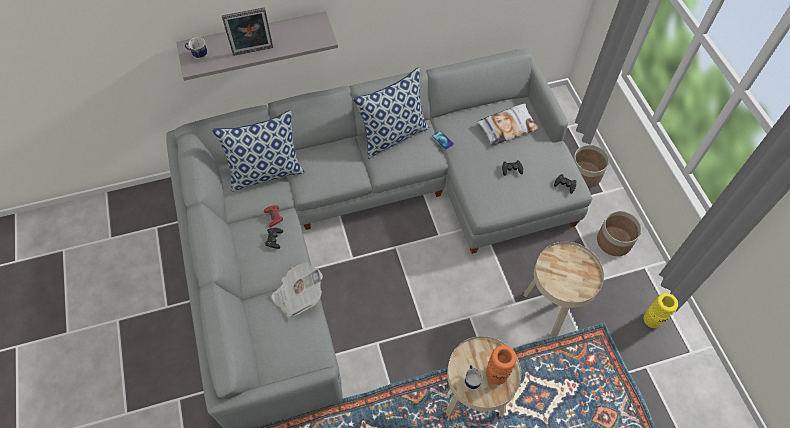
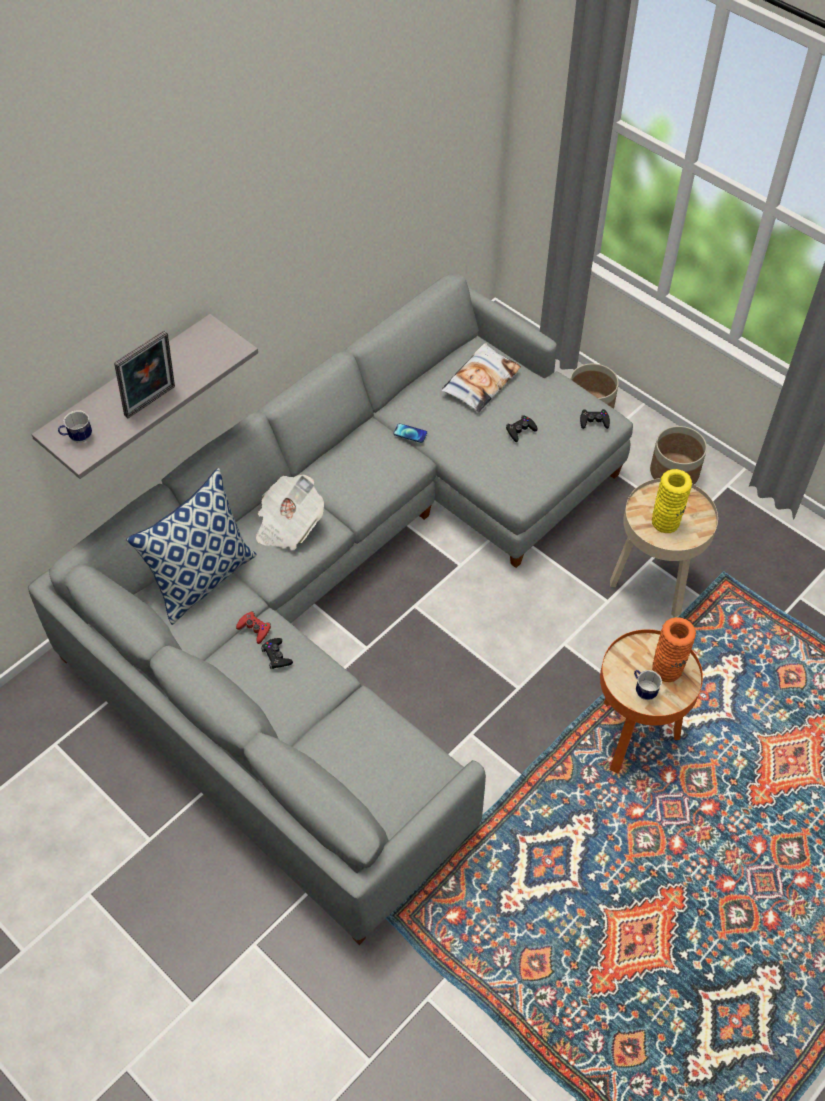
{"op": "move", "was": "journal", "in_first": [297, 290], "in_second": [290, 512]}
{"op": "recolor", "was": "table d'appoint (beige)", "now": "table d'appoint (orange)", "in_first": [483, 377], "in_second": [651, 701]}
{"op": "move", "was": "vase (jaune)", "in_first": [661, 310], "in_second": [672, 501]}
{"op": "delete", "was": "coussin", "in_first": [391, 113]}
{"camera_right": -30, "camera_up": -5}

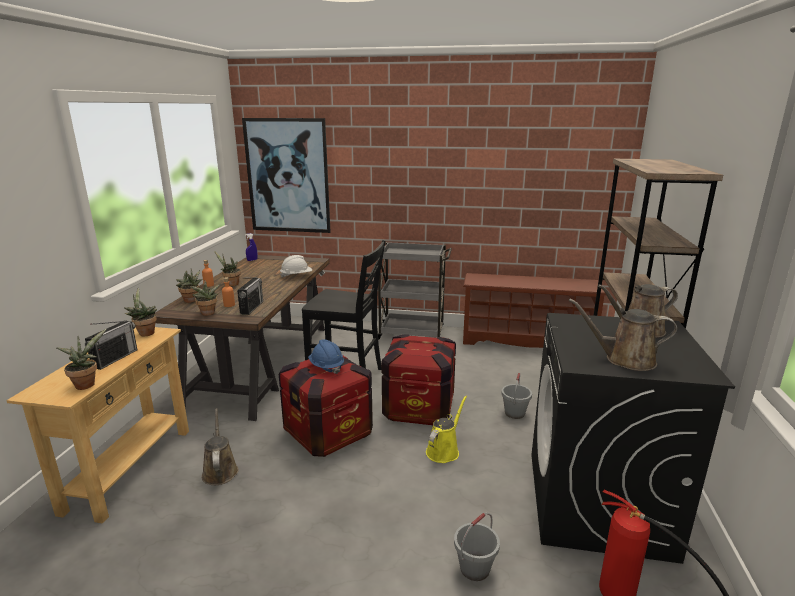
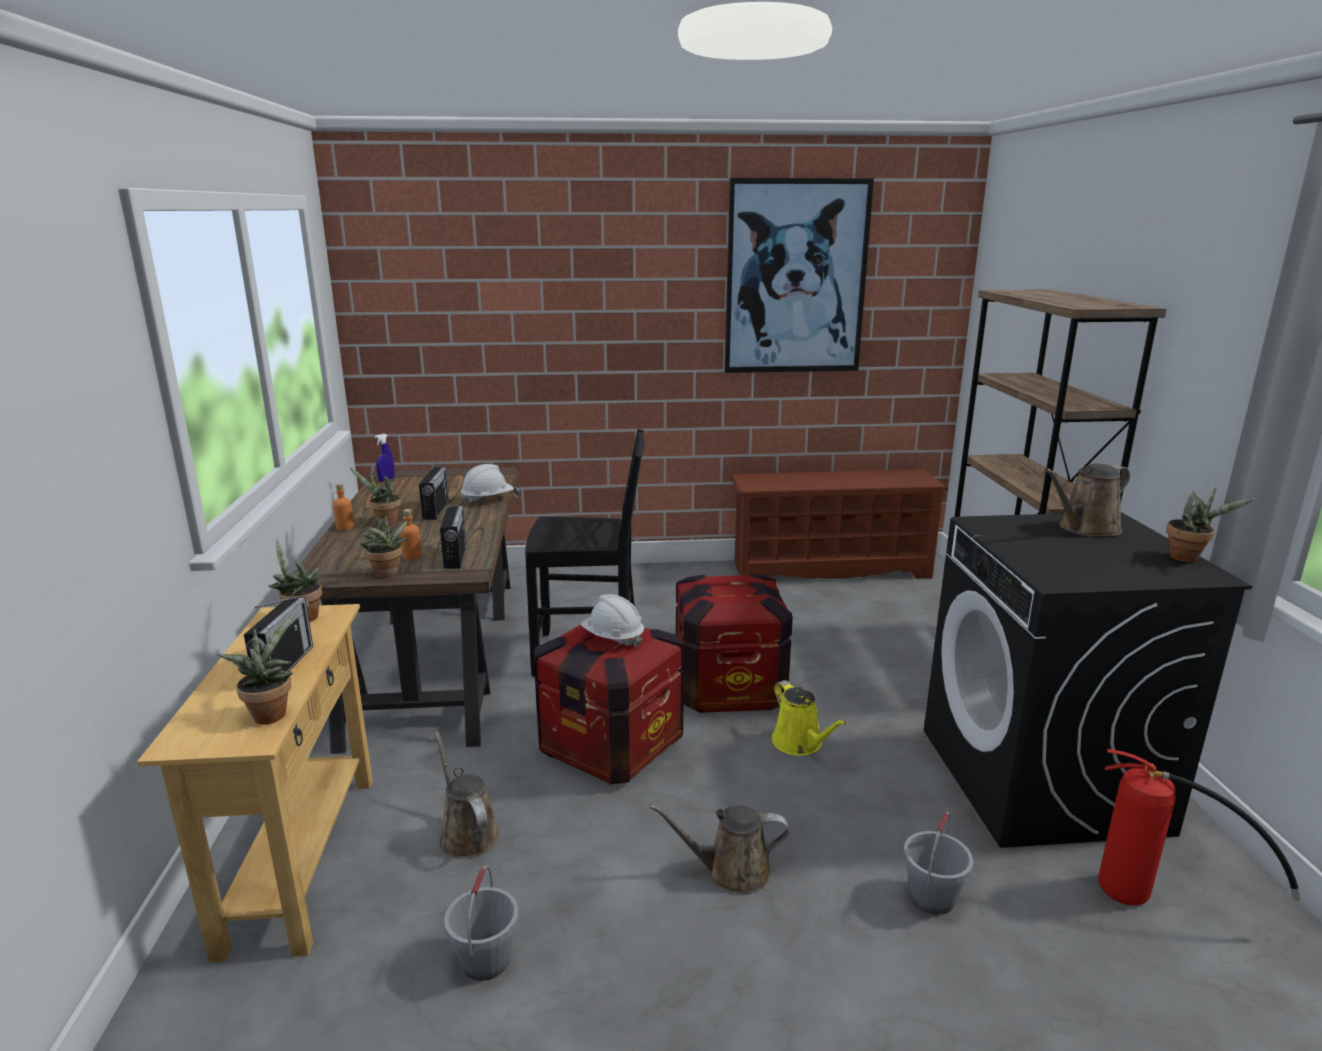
{"op": "insert", "now": "radio", "in_second": [434, 492]}
{"op": "move", "was": "seau (gris)", "in_first": [517, 396], "in_second": [481, 923]}
{"op": "recolor", "was": "casque de chantier (bleu)", "now": "casque de chantier (blanc)", "in_first": [326, 357], "in_second": [612, 620]}
{"op": "move", "was": "arrosoir (marron)", "in_first": [623, 335], "in_second": [719, 849]}
{"op": "move", "was": "tableau", "in_first": [286, 175], "in_second": [799, 275]}
{"op": "rotate", "was": "arrosoir (jaune)", "in_first": [446, 429], "in_second": [809, 718], "clockwise": 135}
{"op": "move", "was": "plante en pot", "in_first": [189, 286], "in_second": [1210, 524]}
{"op": "delete", "was": "chariot (gris)", "in_first": [414, 291]}
{"camera_right": -15, "camera_up": 0}

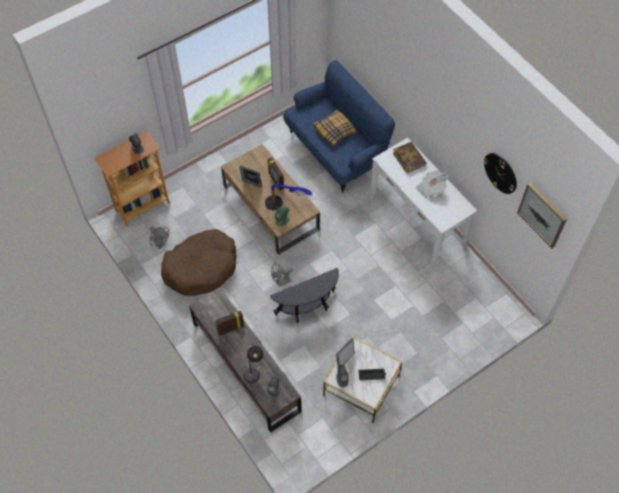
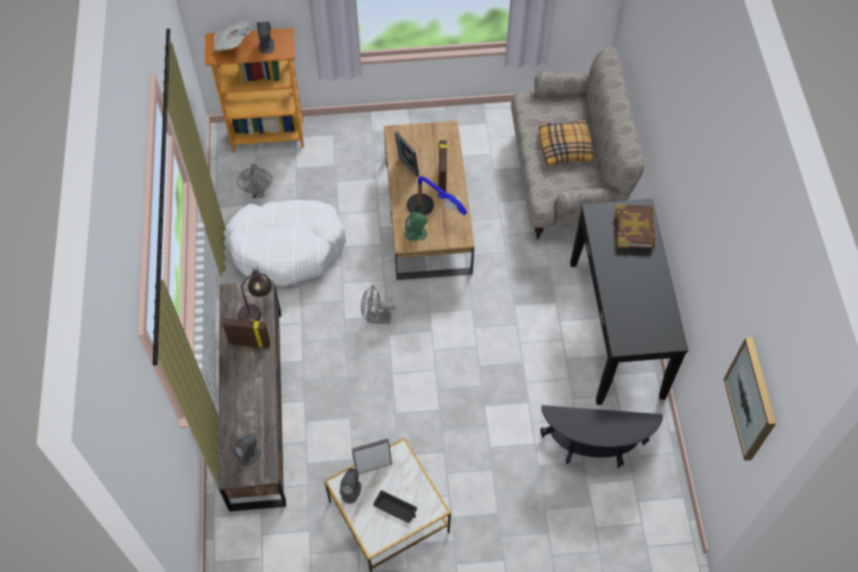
{"op": "move", "was": "journal", "in_first": [432, 184], "in_second": [232, 35]}
{"op": "recolor", "was": "panier pour chien (marron)", "now": "panier pour chien (blanc)", "in_first": [198, 262], "in_second": [285, 243]}
{"op": "move", "was": "lampe de table", "in_first": [254, 363], "in_second": [255, 294]}
{"op": "recolor", "was": "canapé (bleu)", "now": "canapé (beige)", "in_first": [339, 126], "in_second": [577, 143]}
{"op": "move", "was": "table d'appoint (noir)", "in_first": [304, 295], "in_second": [601, 436]}
{"op": "recolor", "was": "table console (blanc)", "now": "table console (noir)", "in_first": [423, 203], "in_second": [629, 302]}
{"op": "delete", "was": "horloge murale", "in_first": [500, 173]}
{"camera_right": 30, "camera_up": 0}

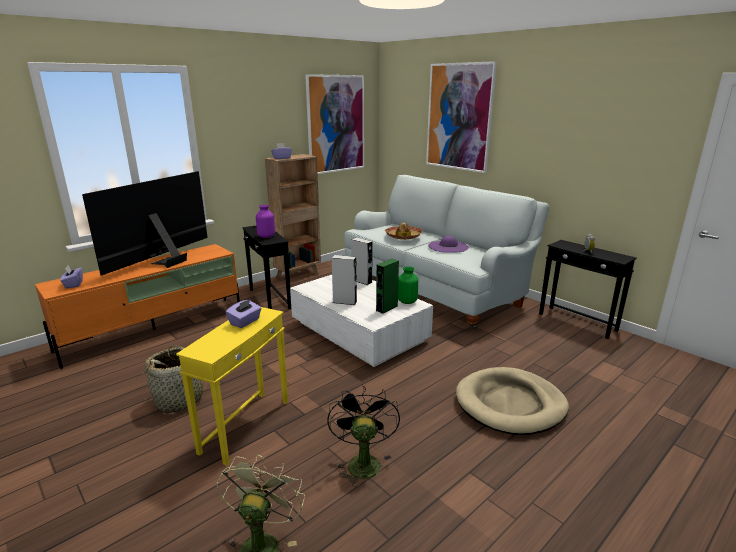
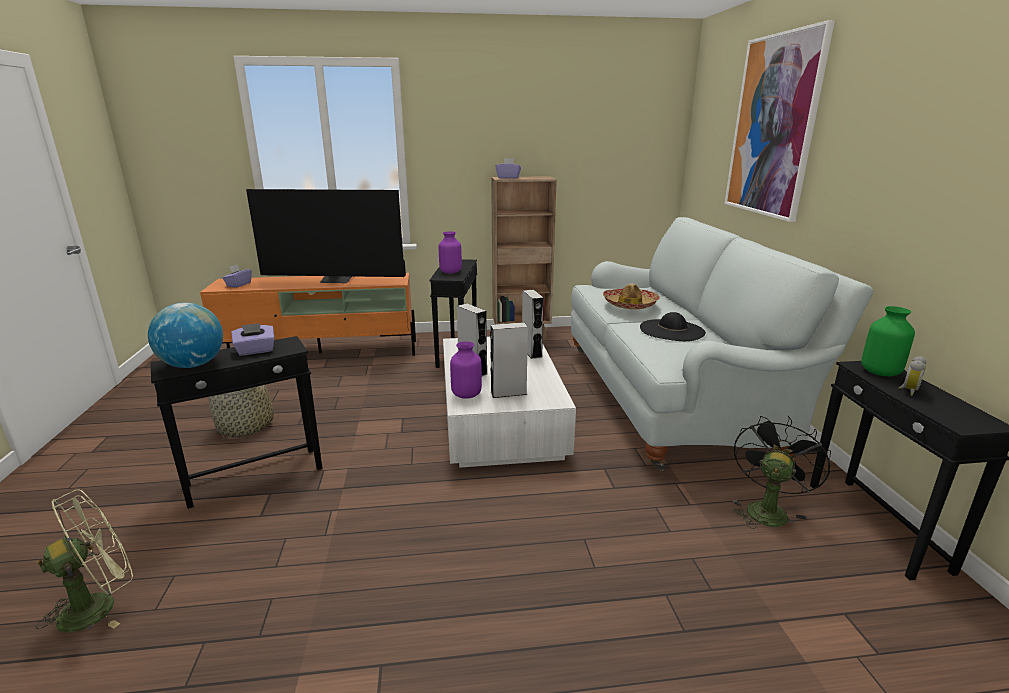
{"op": "insert", "now": "globe", "in_second": [185, 335]}
{"op": "recolor", "was": "table d'appoint (jaune)", "now": "table d'appoint (noir)", "in_first": [232, 386], "in_second": [236, 422]}
{"op": "rotate", "was": "téléviseur", "in_first": [145, 223], "in_second": [326, 236], "clockwise": -150}
{"op": "insert", "now": "vase (violet)", "in_second": [466, 370]}
{"op": "recolor", "was": "enceinte (vert)", "now": "enceinte (gris)", "in_first": [387, 286], "in_second": [509, 360]}
{"op": "recolor", "was": "chapeau (violet)", "now": "chapeau (noir)", "in_first": [448, 244], "in_second": [673, 326]}
{"op": "move", "was": "ventilateur (noir)", "in_first": [363, 436], "in_second": [782, 472]}
{"op": "move", "was": "vase (vert)", "in_first": [408, 285], "in_second": [888, 341]}
{"op": "delete", "was": "tableau", "in_first": [334, 124]}
{"op": "delete", "was": "panier pour chien (beige)", "in_first": [512, 401]}
{"camera_right": 35, "camera_up": 0}

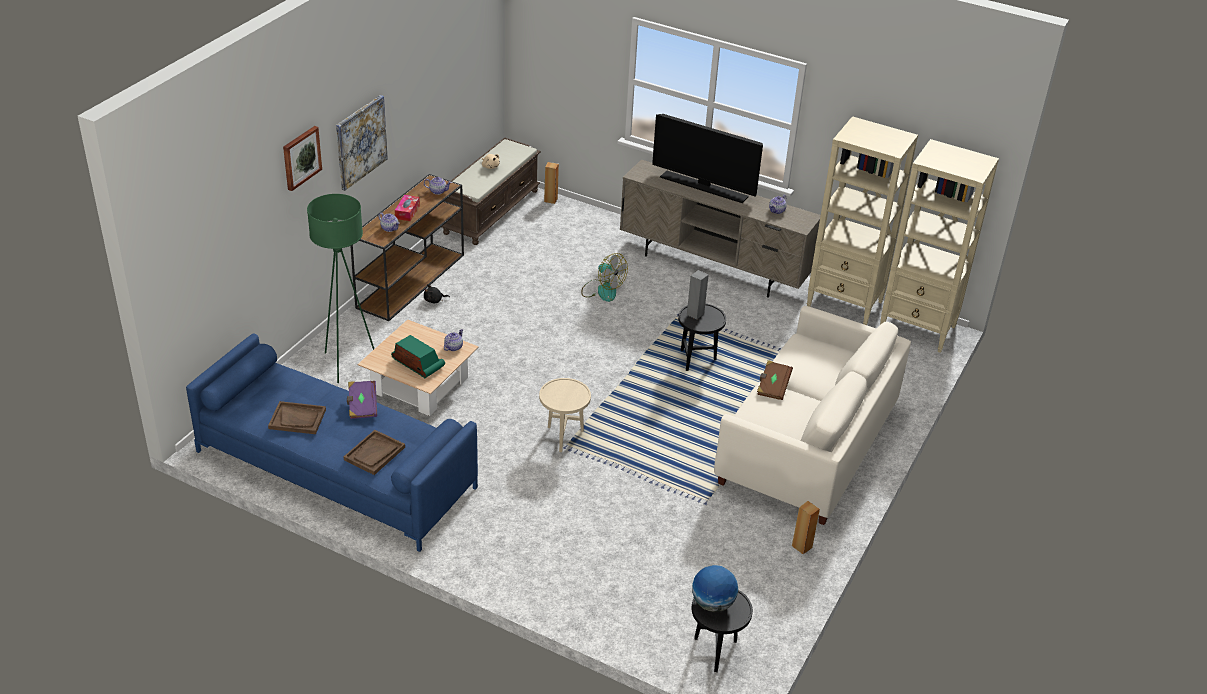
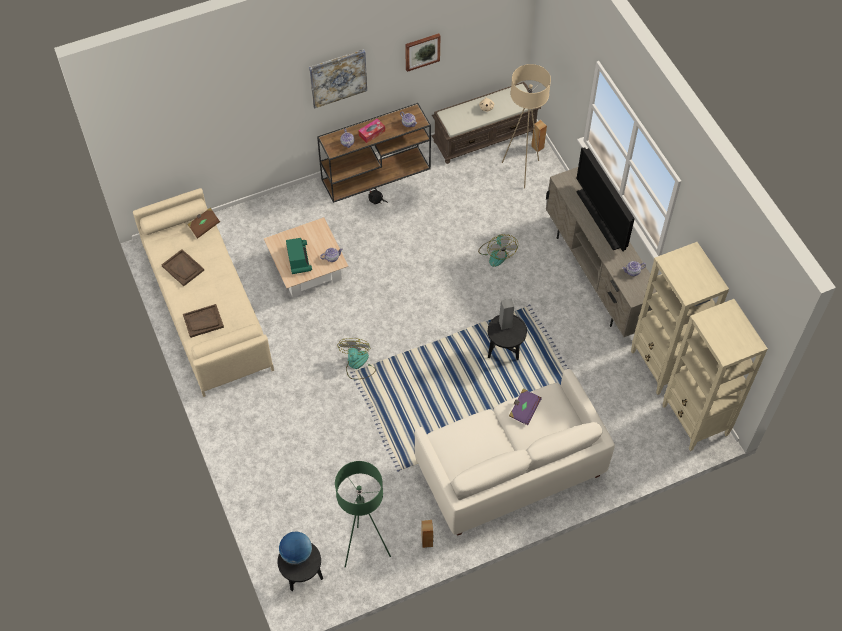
{"op": "recolor", "was": "canapé (bleu)", "now": "canapé (beige)", "in_first": [332, 442], "in_second": [203, 292]}
{"op": "move", "was": "livre (marron)", "in_first": [775, 380], "in_second": [203, 223]}
{"op": "move", "was": "lampadaire (vert)", "in_first": [340, 288], "in_second": [363, 514]}
{"op": "replace", "was": "table d'appoint (beige)", "now": "ventilateur", "in_first": [565, 415], "in_second": [356, 359]}
{"op": "move", "was": "tableau", "in_first": [302, 158], "in_second": [422, 52]}
{"op": "insert", "now": "lampadaire (beige)", "in_second": [526, 126]}
{"op": "move", "was": "livre (violet)", "in_first": [362, 400], "in_second": [525, 406]}
{"camera_right": 40, "camera_up": 20}

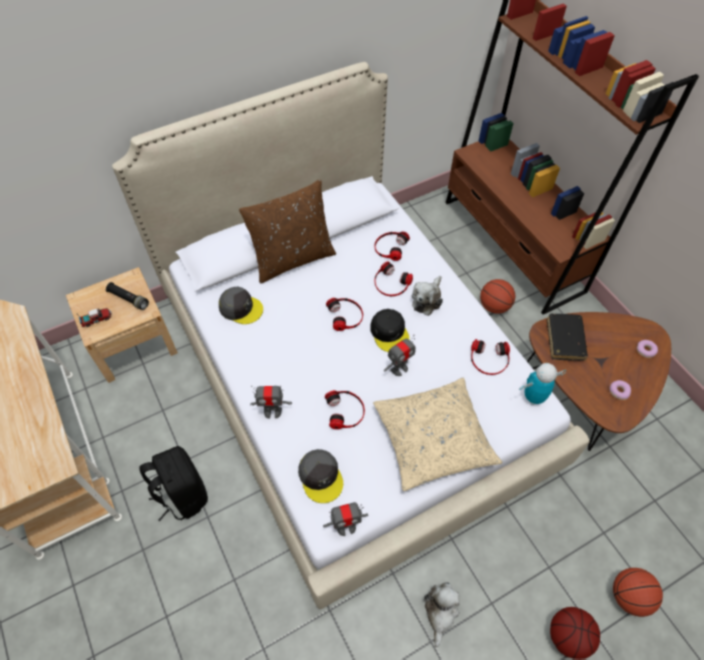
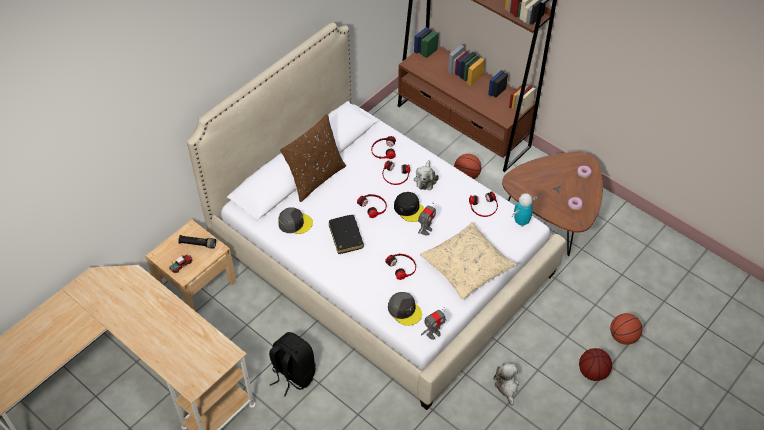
{"op": "move", "was": "livre (noir)", "in_first": [567, 337], "in_second": [346, 234]}
{"op": "delete", "was": "robot jouet", "in_first": [271, 402]}
{"camera_right": -20, "camera_up": -5}

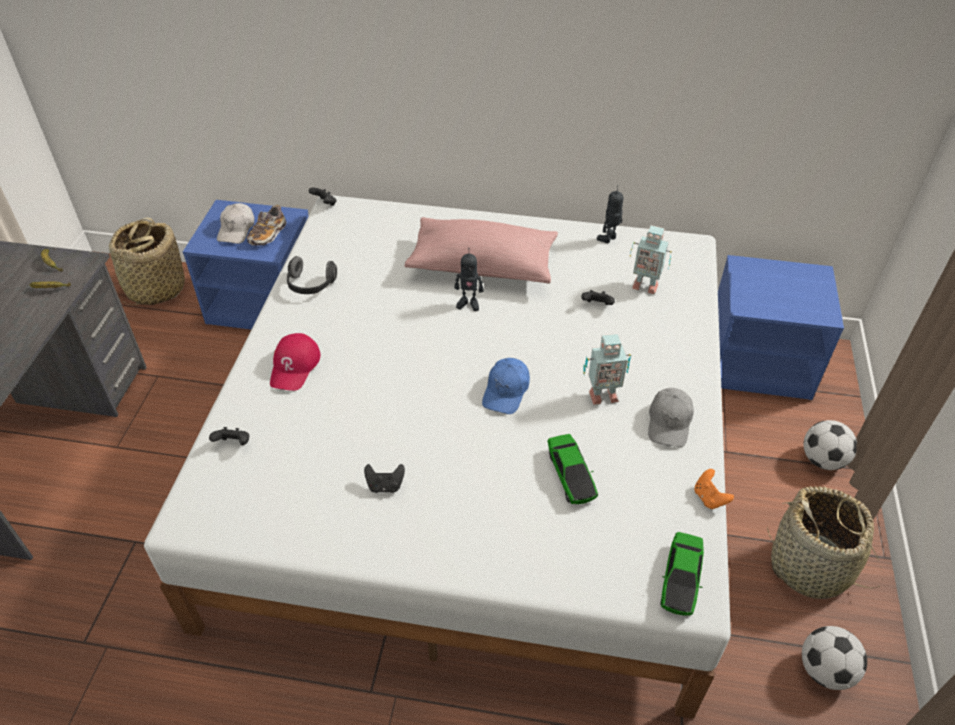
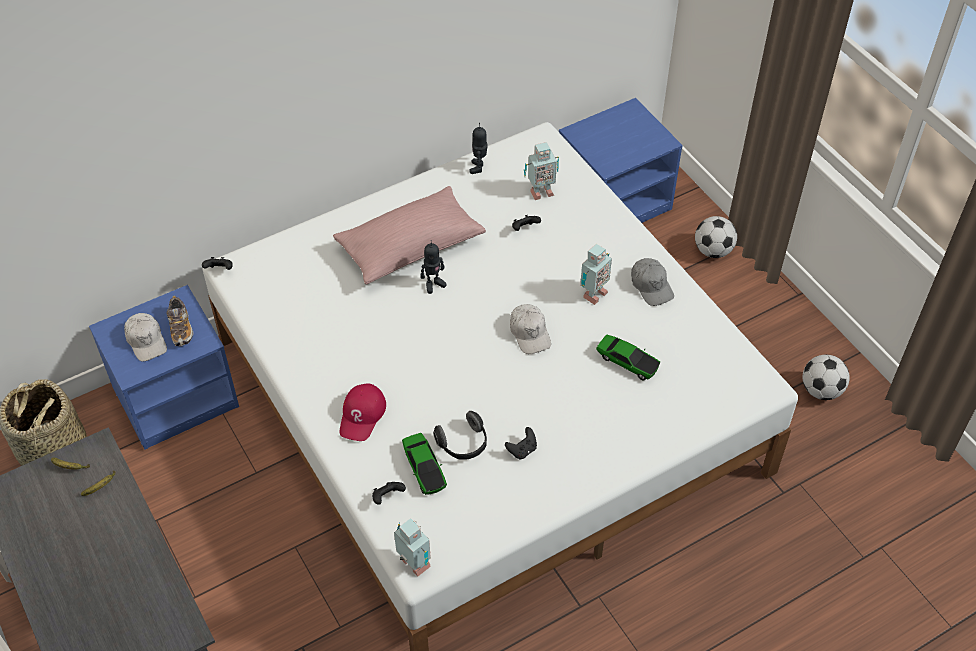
{"op": "rotate", "was": "casquette (rouge)", "in_first": [295, 362], "in_second": [363, 412], "clockwise": 45}
{"op": "insert", "now": "robot jouet", "in_second": [412, 547]}
{"op": "move", "was": "petite voiture", "in_first": [682, 573], "in_second": [424, 464]}
{"op": "move", "was": "casque audio", "in_first": [312, 275], "in_second": [460, 435]}
{"op": "recolor", "was": "casquette (bleu)", "now": "casquette (blanc)", "in_first": [506, 386], "in_second": [530, 329]}
{"op": "delete", "was": "manette (orange)", "in_first": [714, 489]}
{"op": "delete", "was": "panier", "in_first": [825, 542]}
{"camera_right": -40, "camera_up": 5}

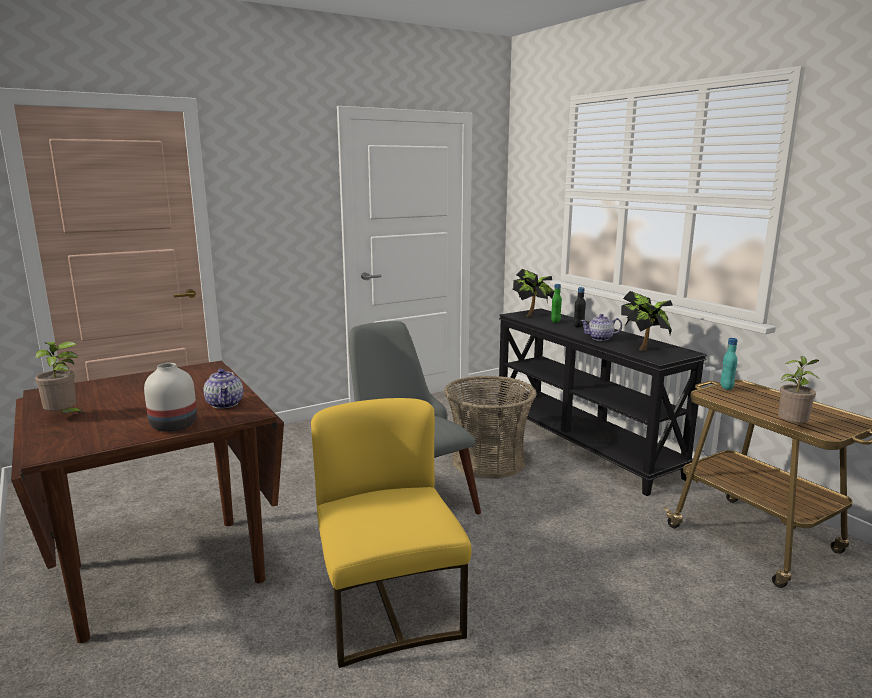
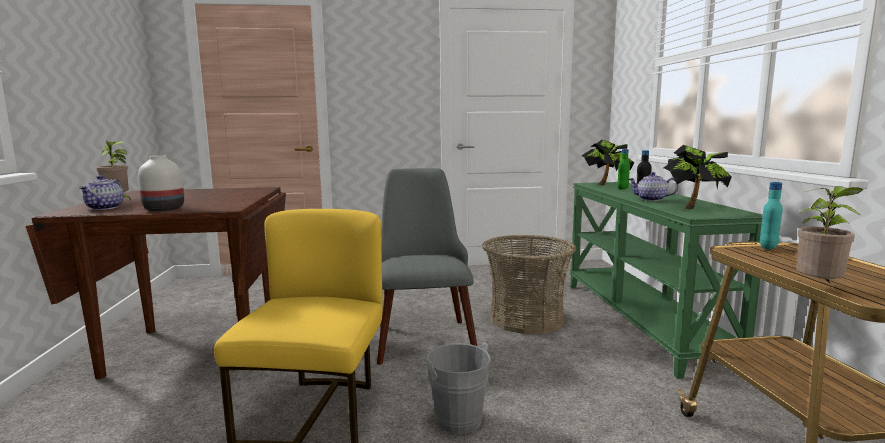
{"op": "move", "was": "théière", "in_first": [223, 389], "in_second": [101, 192]}
{"op": "insert", "now": "seau (gris)", "in_second": [455, 388]}
{"op": "recolor", "was": "table console (noir)", "now": "table console (vert)", "in_first": [602, 402], "in_second": [666, 280]}
{"camera_right": 25, "camera_up": -5}

